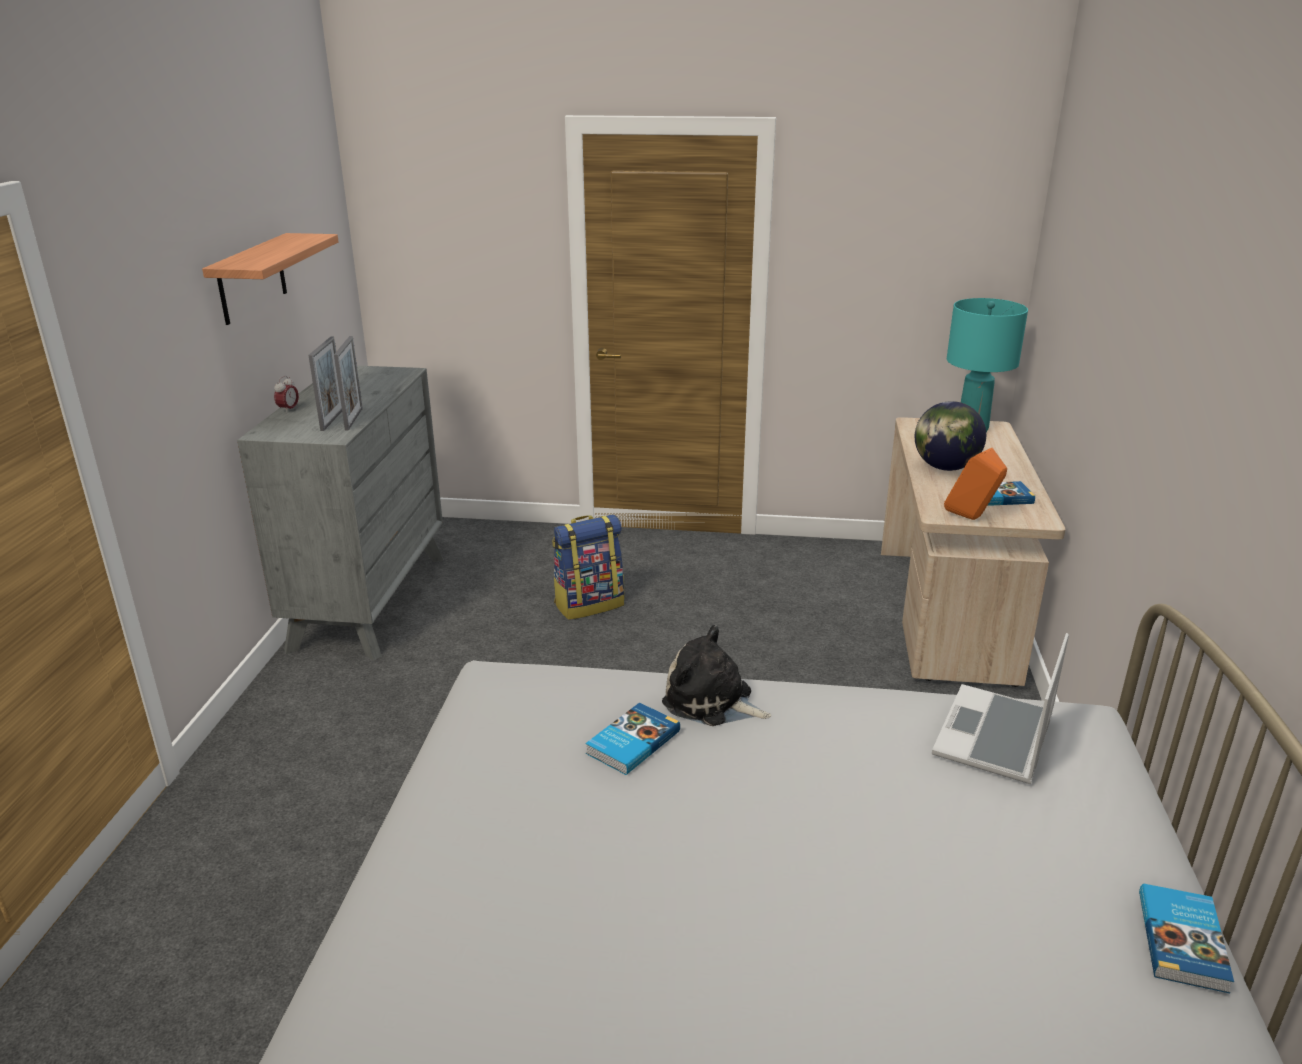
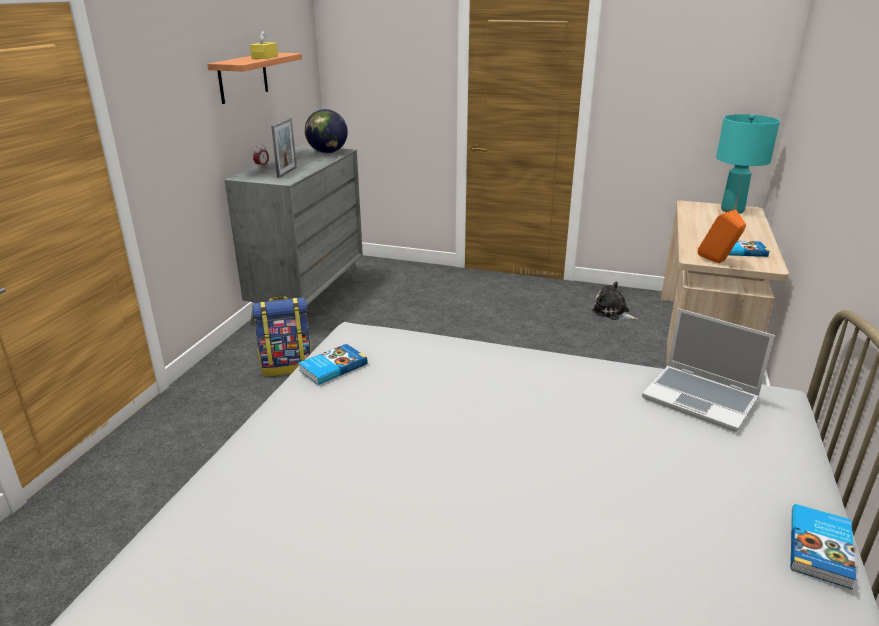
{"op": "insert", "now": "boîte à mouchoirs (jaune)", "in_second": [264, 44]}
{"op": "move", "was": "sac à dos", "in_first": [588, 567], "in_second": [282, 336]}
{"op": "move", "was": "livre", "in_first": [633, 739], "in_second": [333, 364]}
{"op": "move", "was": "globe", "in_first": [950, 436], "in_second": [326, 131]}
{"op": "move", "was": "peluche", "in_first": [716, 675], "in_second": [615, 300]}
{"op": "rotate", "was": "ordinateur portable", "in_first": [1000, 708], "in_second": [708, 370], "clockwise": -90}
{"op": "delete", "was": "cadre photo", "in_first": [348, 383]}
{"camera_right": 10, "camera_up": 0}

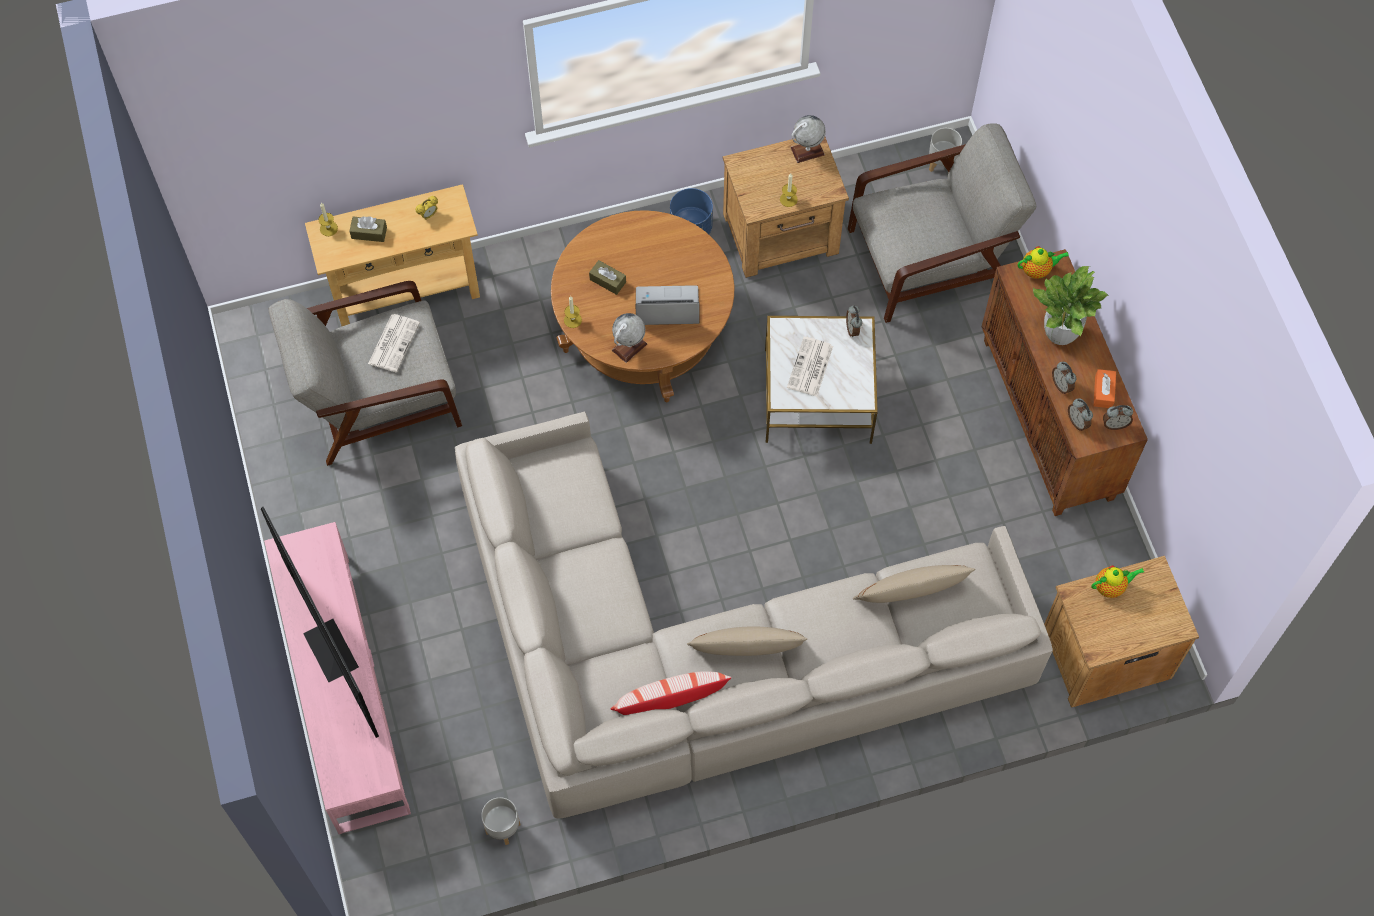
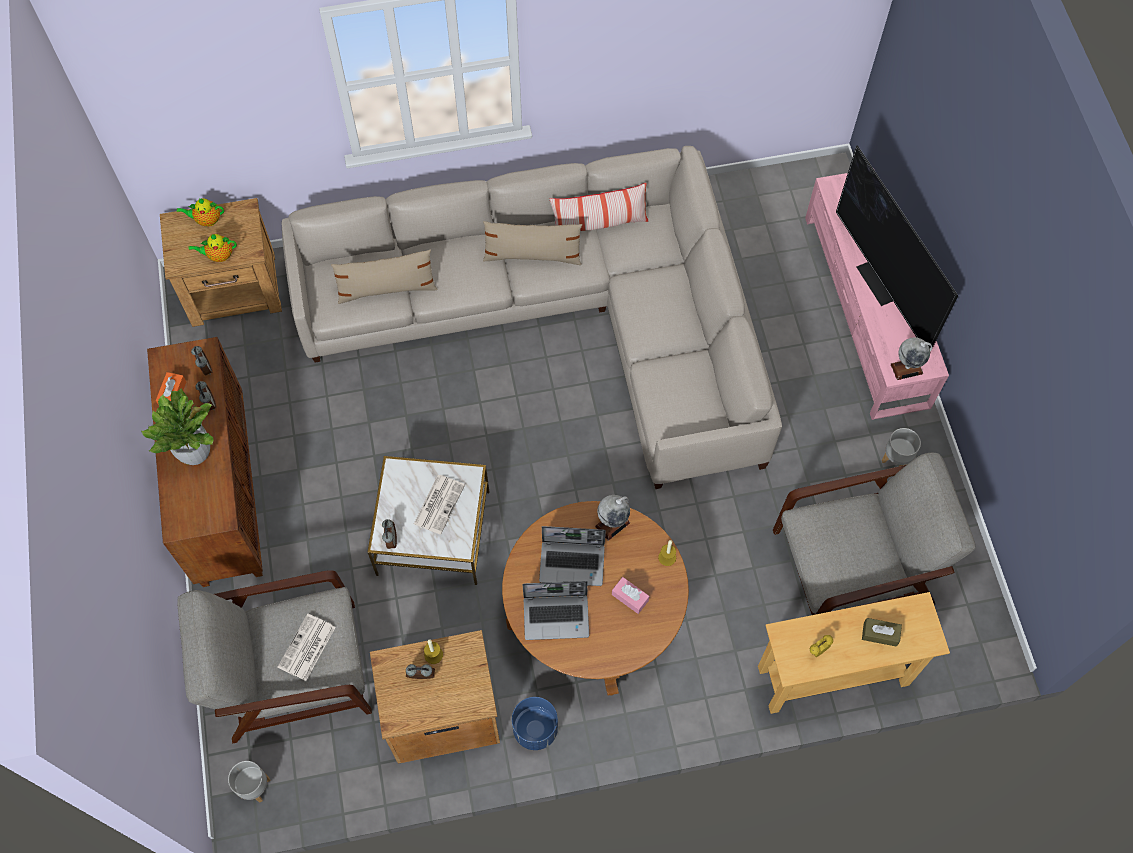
{"op": "move", "was": "théière", "in_first": [1043, 262], "in_second": [200, 212]}
{"op": "move", "was": "journal", "in_first": [394, 343], "in_second": [307, 647]}
{"op": "move", "was": "réveil", "in_first": [1118, 417], "in_second": [420, 671]}
{"op": "insert", "now": "ordinateur portable", "in_second": [555, 610]}
{"op": "recolor", "was": "boîte à mouchoirs (marron)", "now": "boîte à mouchoirs (rose)", "in_first": [607, 277], "in_second": [630, 595]}
{"op": "move", "was": "cache-pot (gris)", "in_first": [500, 821], "in_second": [901, 447]}
{"op": "move", "was": "globe", "in_first": [808, 139], "in_second": [911, 358]}
{"op": "delete", "was": "bougie", "in_first": [328, 219]}
{"camera_right": -175, "camera_up": 0}

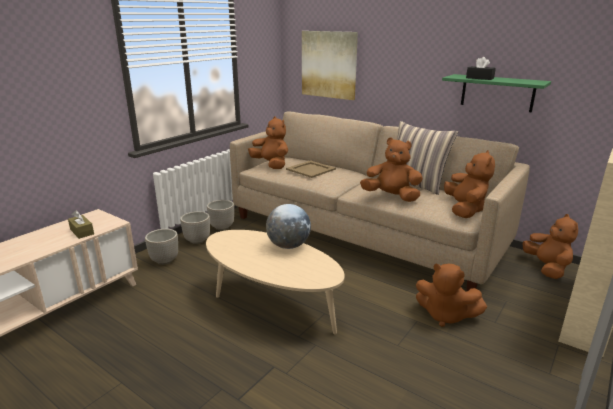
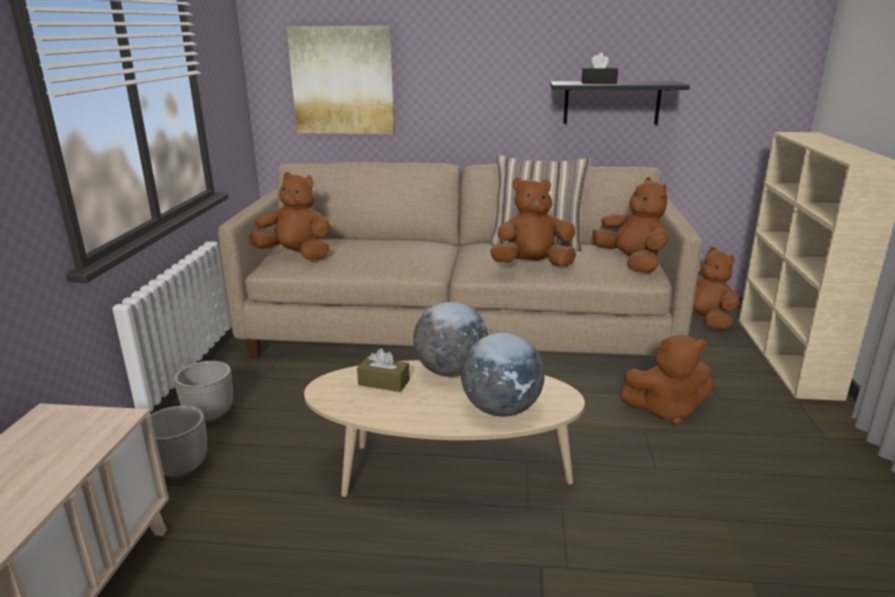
{"op": "move", "was": "boîte à mouchoirs (marron)", "in_first": [81, 225], "in_second": [383, 370]}
{"op": "insert", "now": "globe", "in_second": [503, 375]}
{"op": "recolor", "was": "étagère (vert)", "now": "étagère (noir)", "in_first": [496, 93], "in_second": [620, 102]}
{"op": "delete", "was": "cache-pot", "in_first": [220, 215]}
{"op": "delete", "was": "plateau (beige)", "in_first": [311, 169]}
{"camera_right": -30, "camera_up": 0}

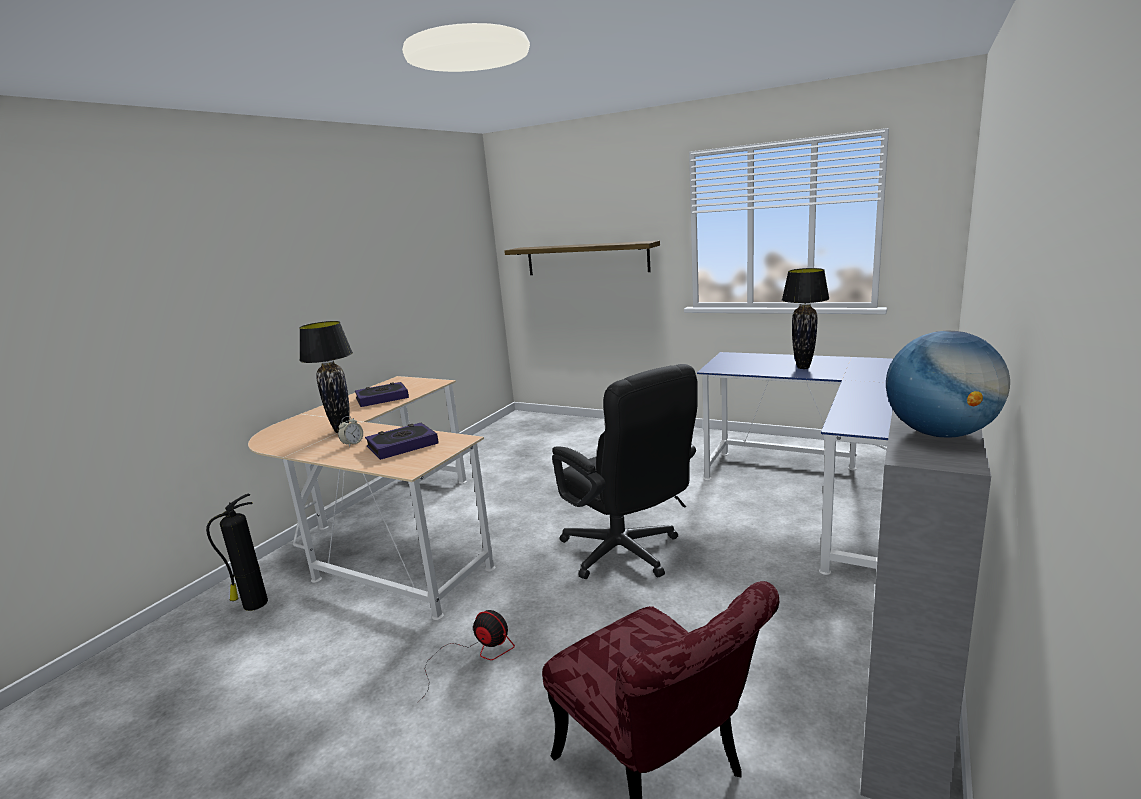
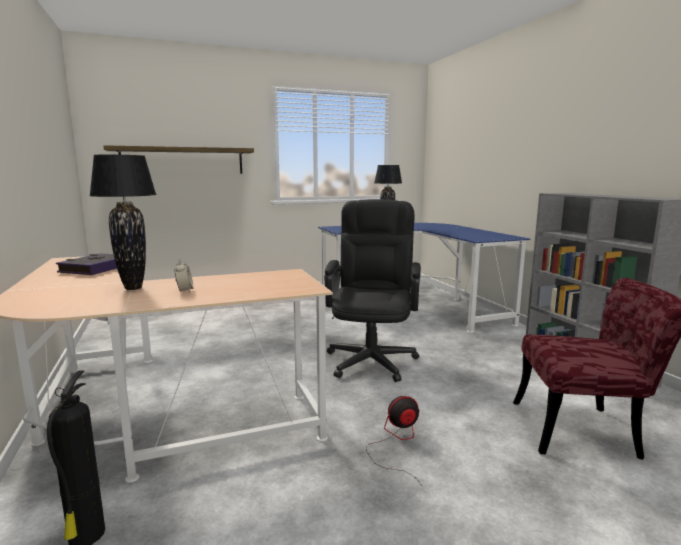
{"op": "rotate", "was": "chaise de bureau (noir)", "in_first": [625, 471], "in_second": [372, 290], "clockwise": -90}
{"op": "delete", "was": "livre", "in_first": [402, 441]}
{"op": "delete", "was": "globe", "in_first": [948, 384]}
{"camera_right": -50, "camera_up": -5}

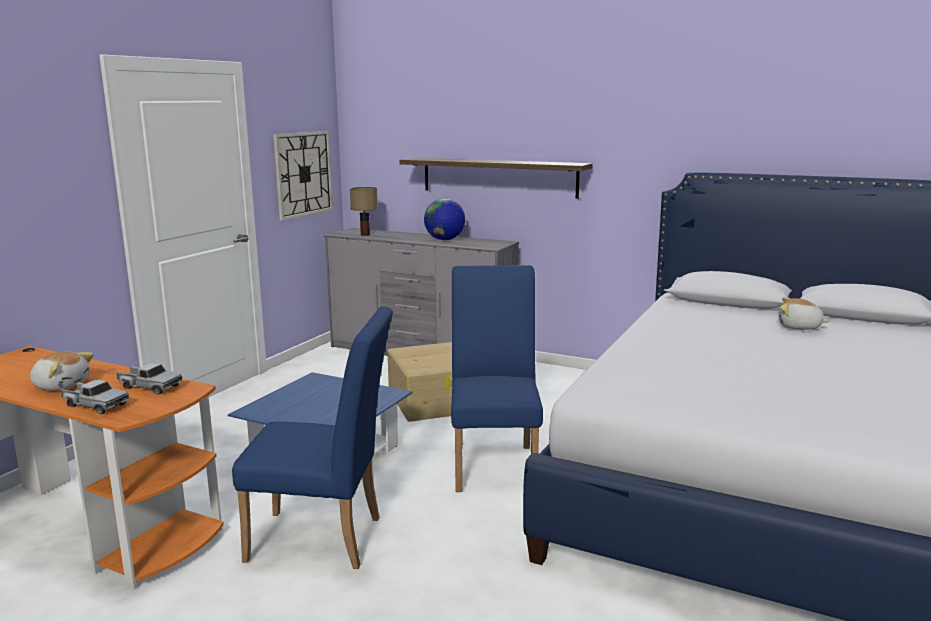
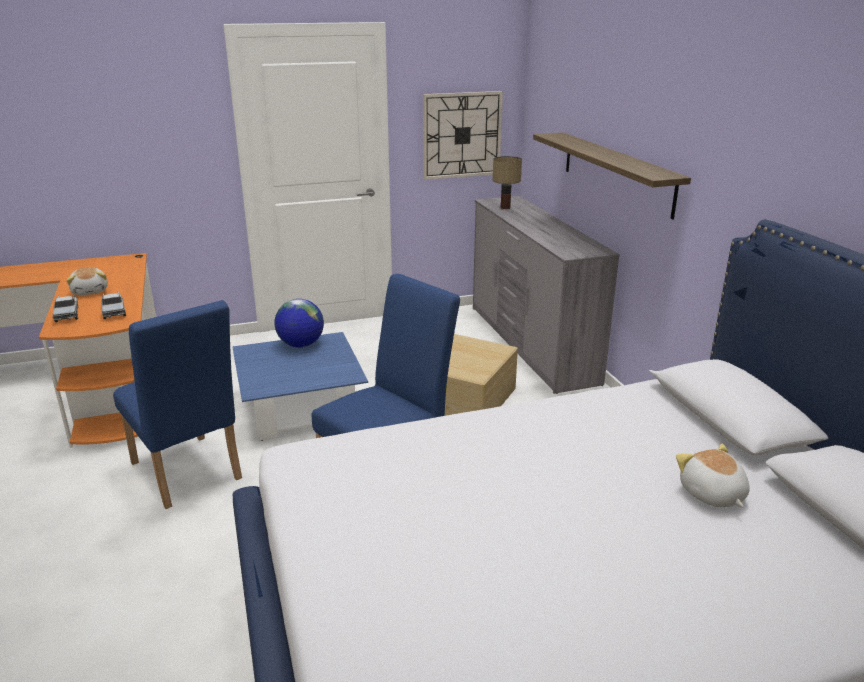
{"op": "move", "was": "globe", "in_first": [444, 219], "in_second": [299, 323]}
{"camera_right": 45, "camera_up": 10}

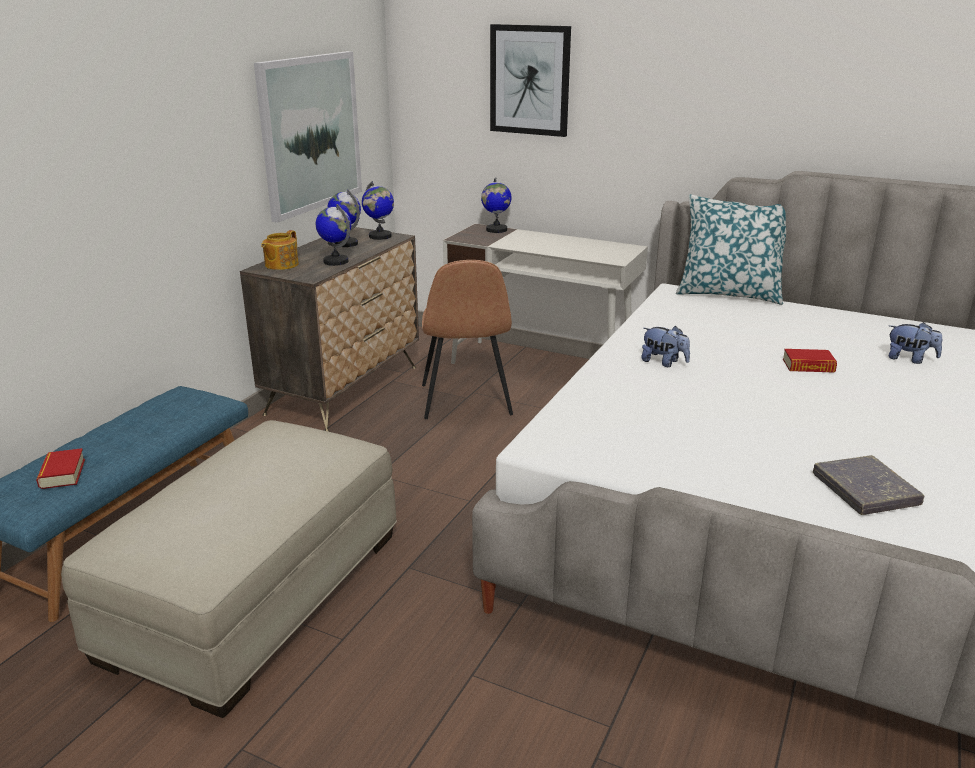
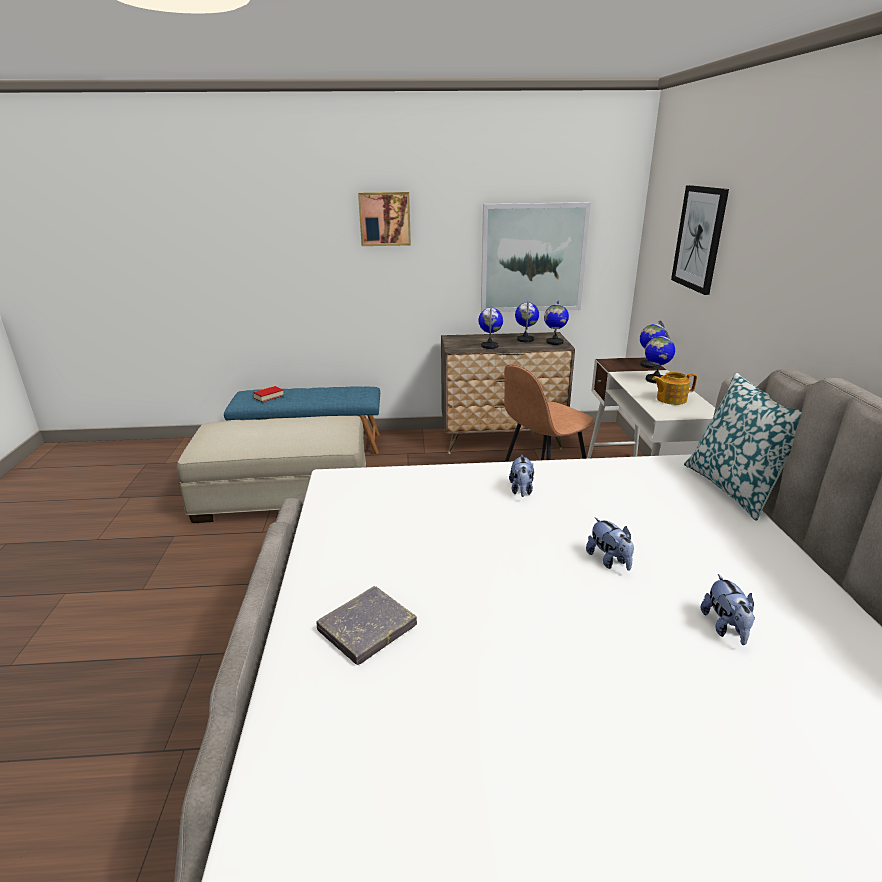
{"op": "insert", "now": "tableau", "in_second": [384, 219]}
{"op": "replace", "was": "livre", "now": "peluche", "in_first": [810, 361], "in_second": [610, 544]}
{"op": "insert", "now": "globe", "in_second": [660, 358]}
{"op": "move", "was": "théière", "in_first": [280, 250], "in_second": [674, 388]}
{"camera_right": 60, "camera_up": 0}

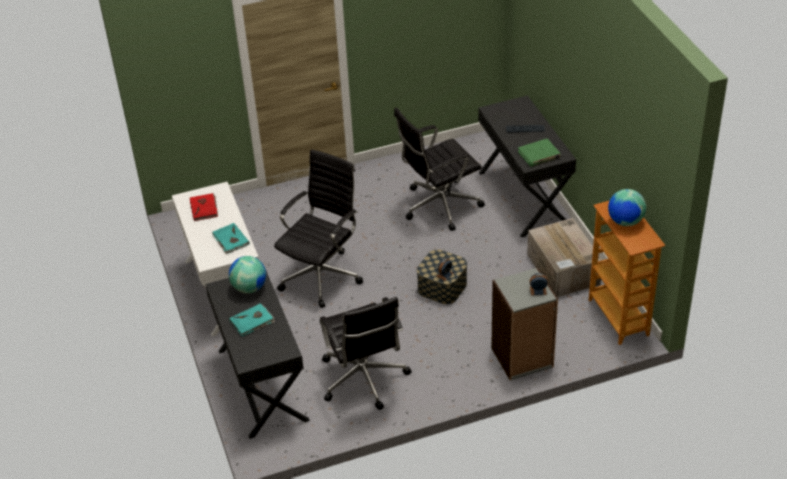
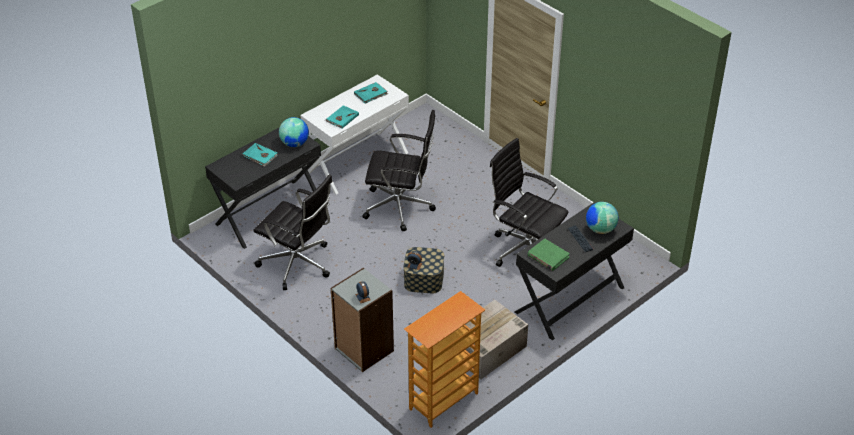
{"op": "rotate", "was": "chaise de bureau (noir)", "in_first": [366, 353], "in_second": [293, 232], "clockwise": -105}
{"op": "recolor", "was": "livre (rouge)", "now": "livre (turquoise)", "in_first": [204, 207], "in_second": [371, 93]}
{"op": "move", "was": "globe", "in_first": [627, 207], "in_second": [602, 218]}
{"camera_right": 65, "camera_up": 0}

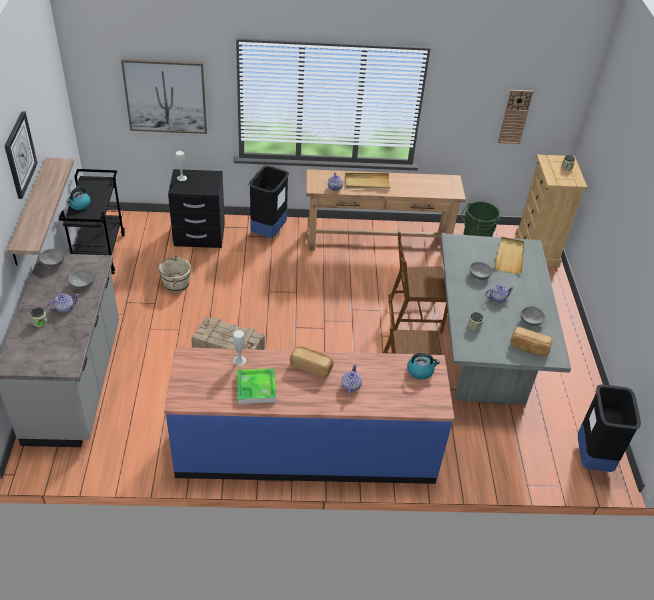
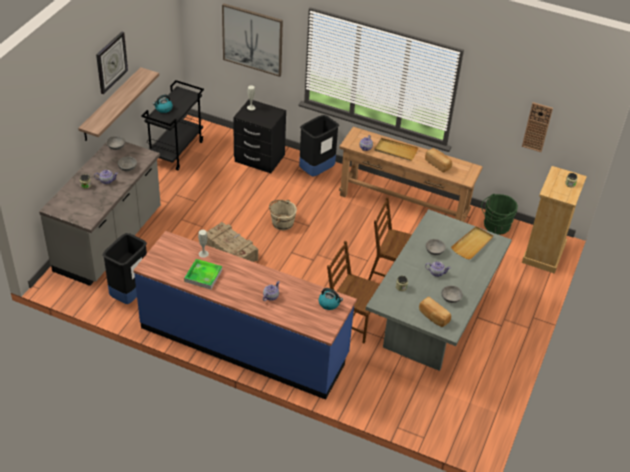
{"op": "move", "was": "poubelle (noir)", "in_first": [609, 428], "in_second": [124, 268]}
{"op": "move", "was": "seau (beige)", "in_first": [174, 274], "in_second": [283, 215]}
{"op": "move", "was": "pain", "in_first": [311, 362], "in_second": [438, 160]}
{"camera_right": 25, "camera_up": 0}

